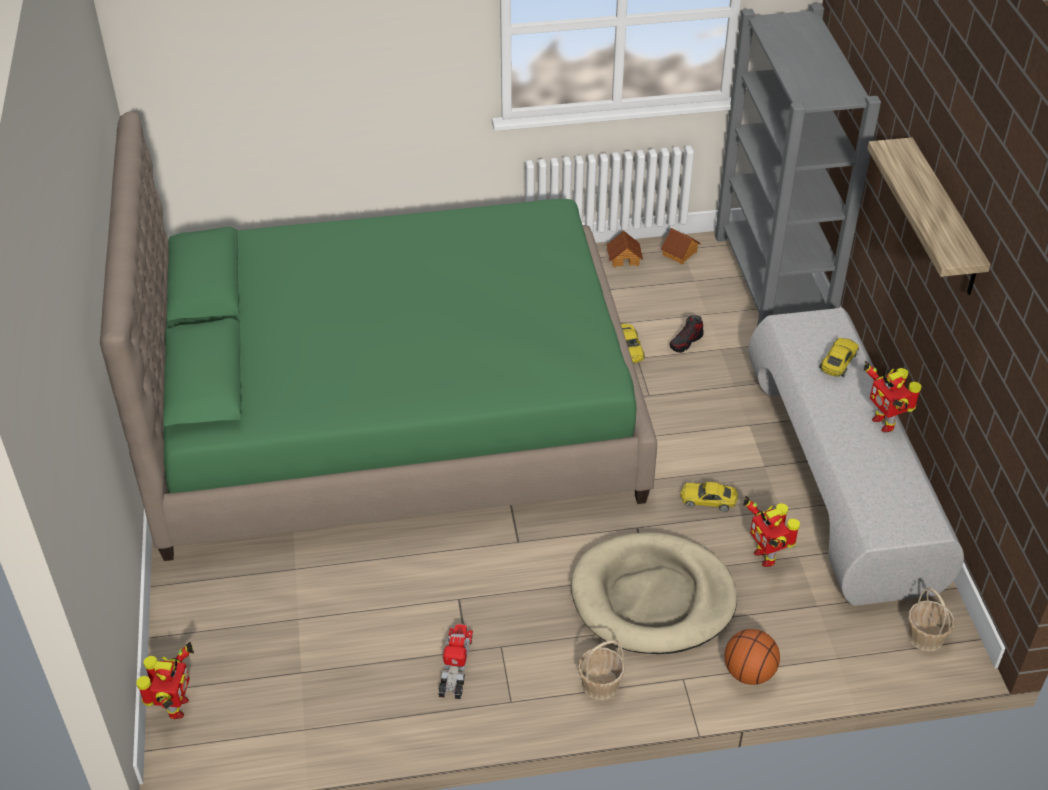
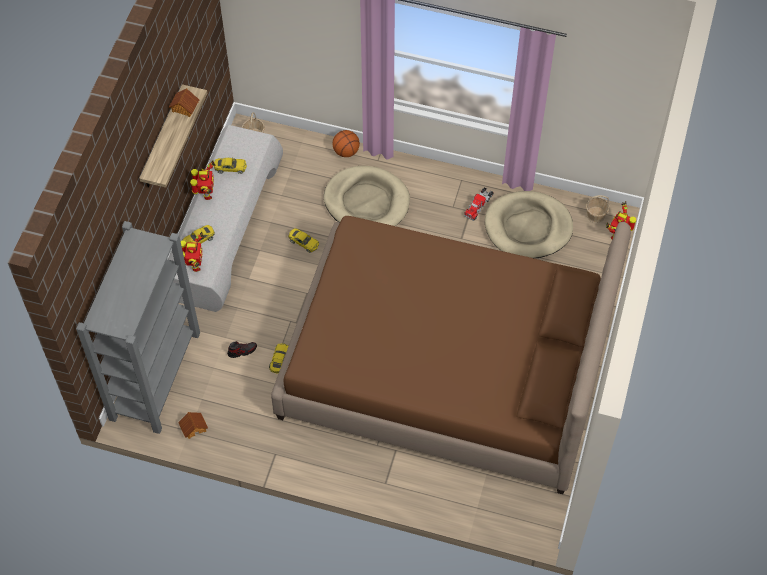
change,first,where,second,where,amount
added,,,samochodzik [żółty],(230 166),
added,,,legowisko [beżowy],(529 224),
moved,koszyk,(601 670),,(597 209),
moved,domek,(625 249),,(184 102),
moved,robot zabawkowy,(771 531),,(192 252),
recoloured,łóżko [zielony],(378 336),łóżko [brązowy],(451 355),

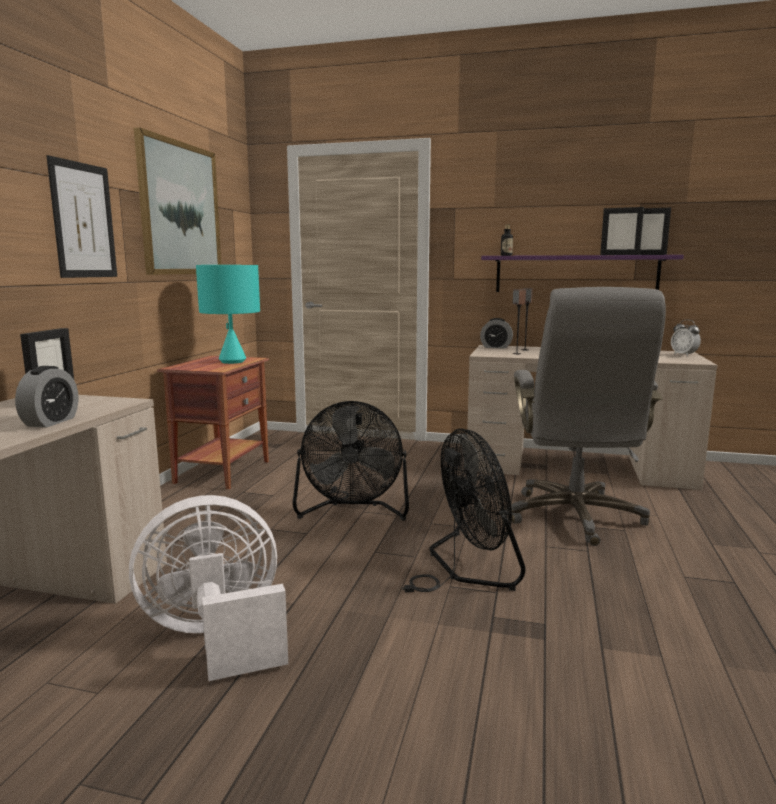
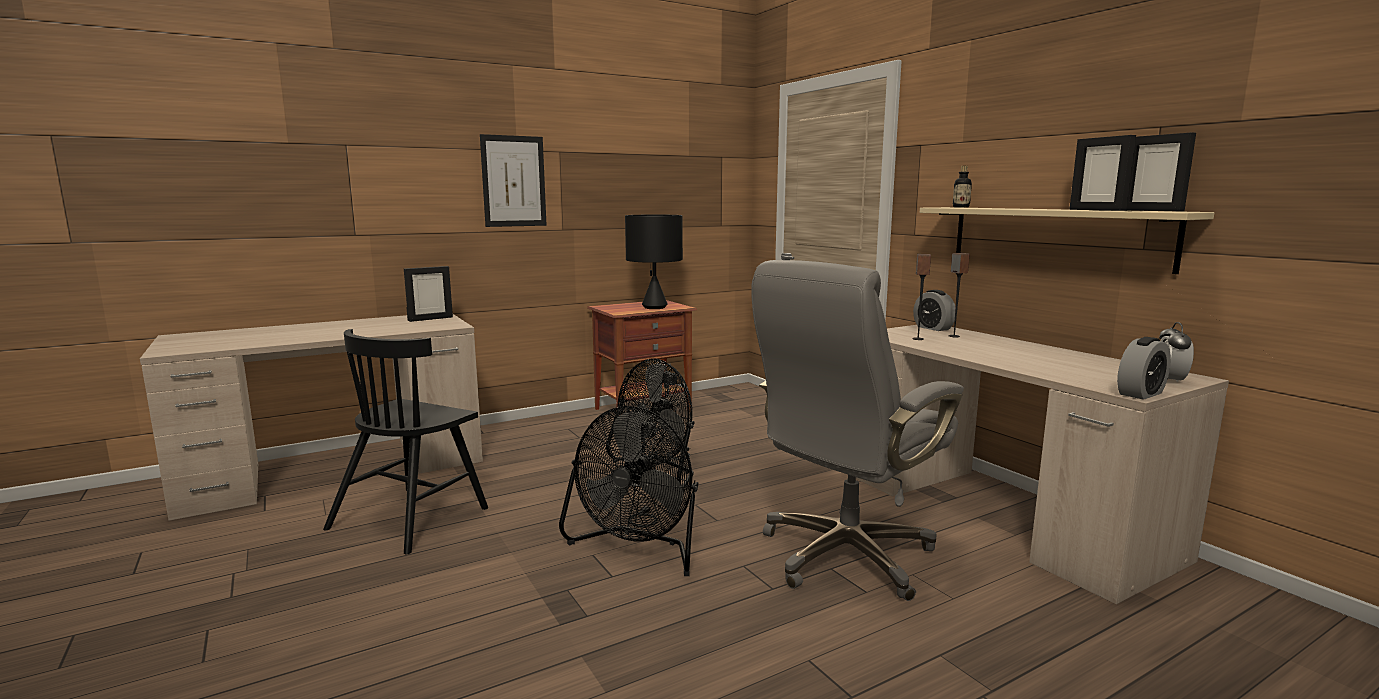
change,first,where,second,where,amount
removed,obraz,(177 201),,,
moved,budzik,(46 397),,(1144 368),
replaced,wentylator [biały],(208 588),krzesło [czarny],(405 441),
recoloured,lampa stołowa [turkusowy],(228 314),lampa stołowa [czarny],(654 262),
recoloured,półka [fioletowy],(582 273),półka [beżowy],(1067 240),
turned,wentylator [czarny],(463 510),,(628 491),90 degrees clockwise

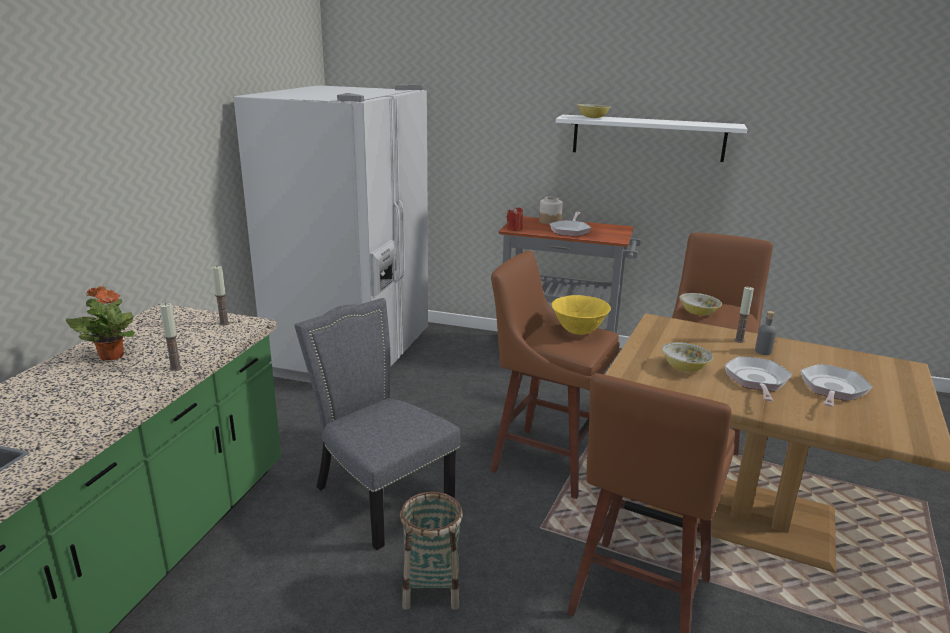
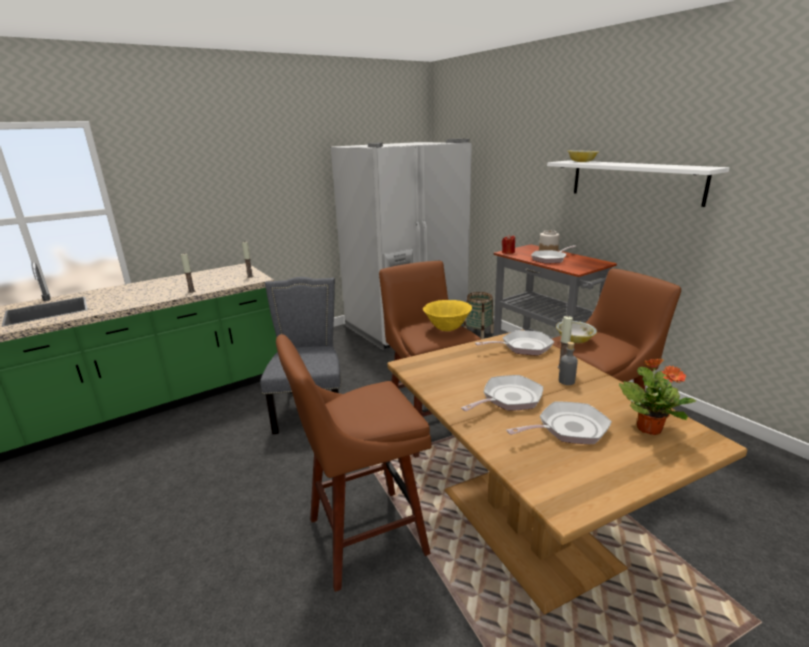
change,first,where,second,where,amount
removed,miska,(687 357),,,
added,,,patelnia,(514 342),
moved,roślina doniczkowa,(100 323),,(657 396),
moved,koszyk,(431 551),,(479 315),

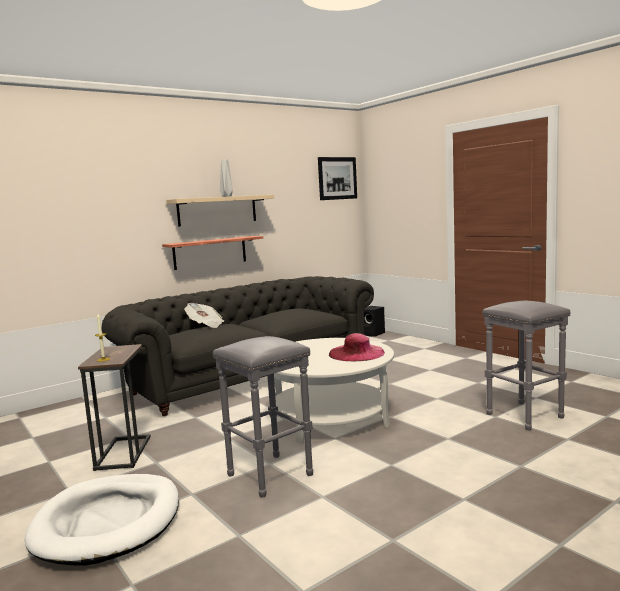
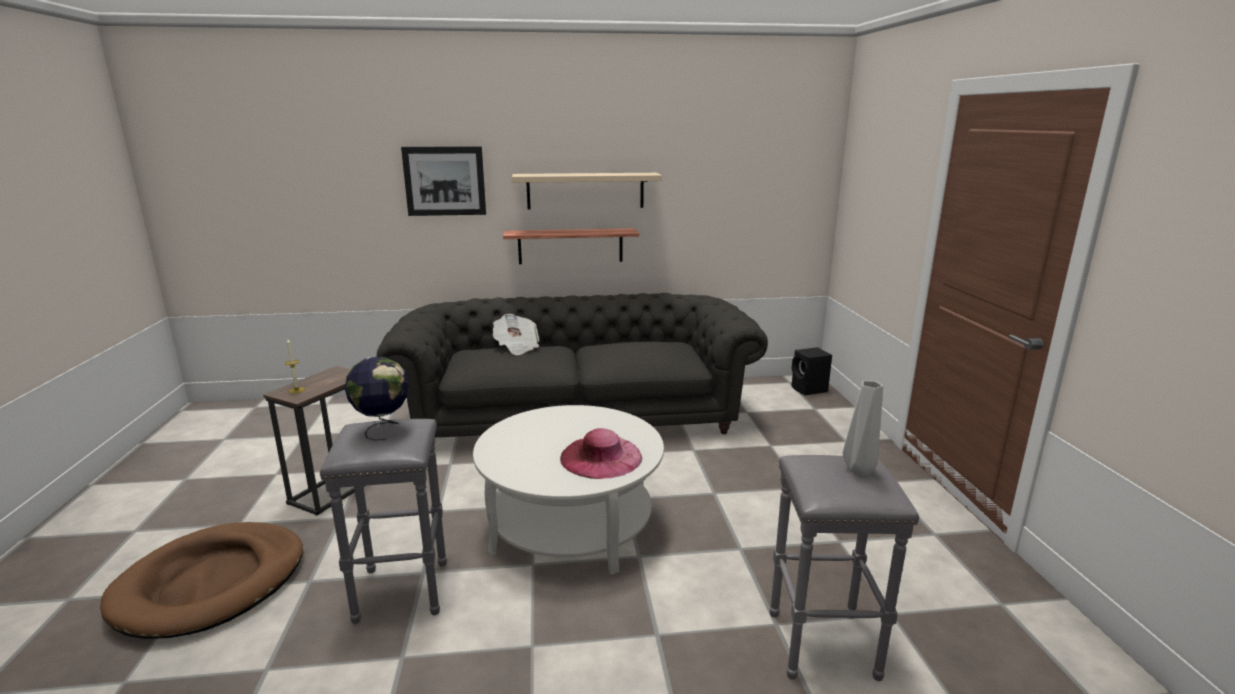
change,first,where,second,where,amount
added,,,globus,(377 399),
moved,wazon [szary],(226 178),,(863 428),
moved,obraz,(337 178),,(443 181),
recoloured,legowisko [biały],(102 520),legowisko [brązowy],(201 580),

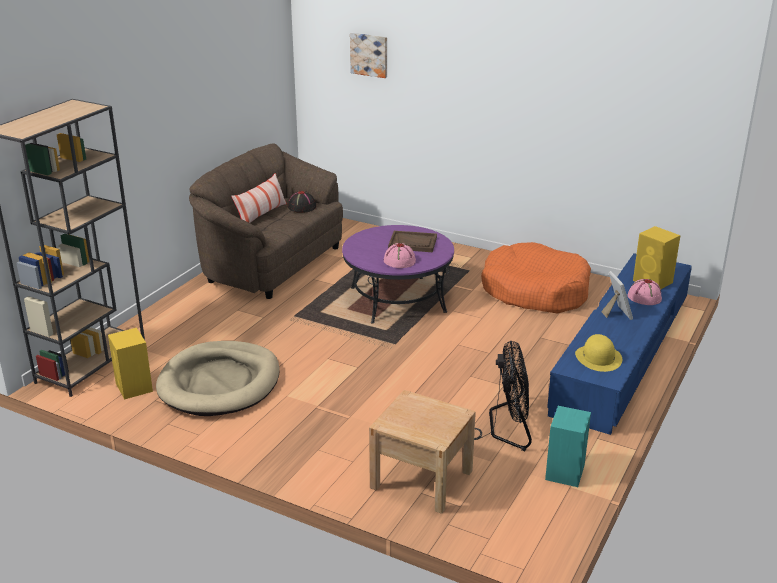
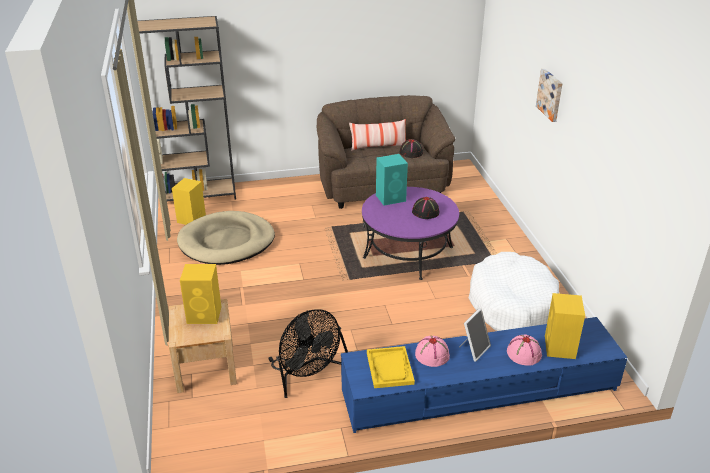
change,first,where,second,where,amount
added,,,głośnik [żółty],(200 294),
moved,obraz,(368 55),,(549 95),
moved,kapelusz [różowy],(400 255),,(432 351),
moved,głośnik [turkusowy],(568 446),,(392 180),
replaced,taca [brązowy],(412 241),kapelusz [czarny],(425 208),
replaced,kapelusz [żółty],(598 353),taca [żółty],(391 367),
recoloured,legowisko [pomarańczowy],(536 278),legowisko [biały],(514 291),

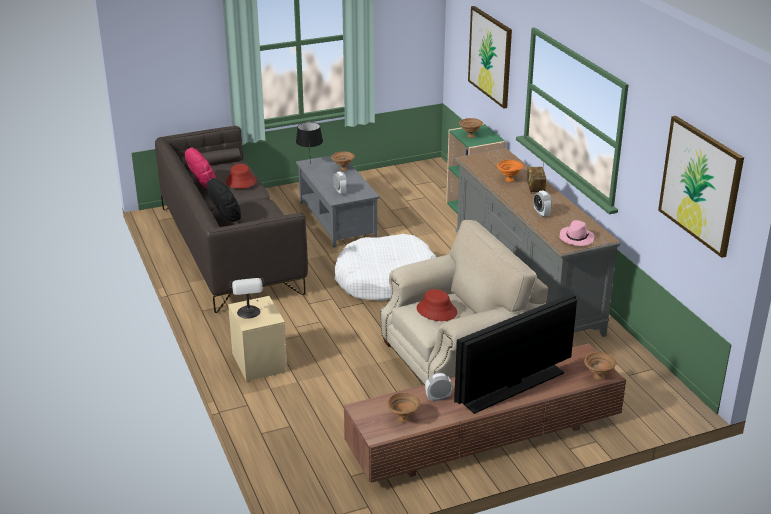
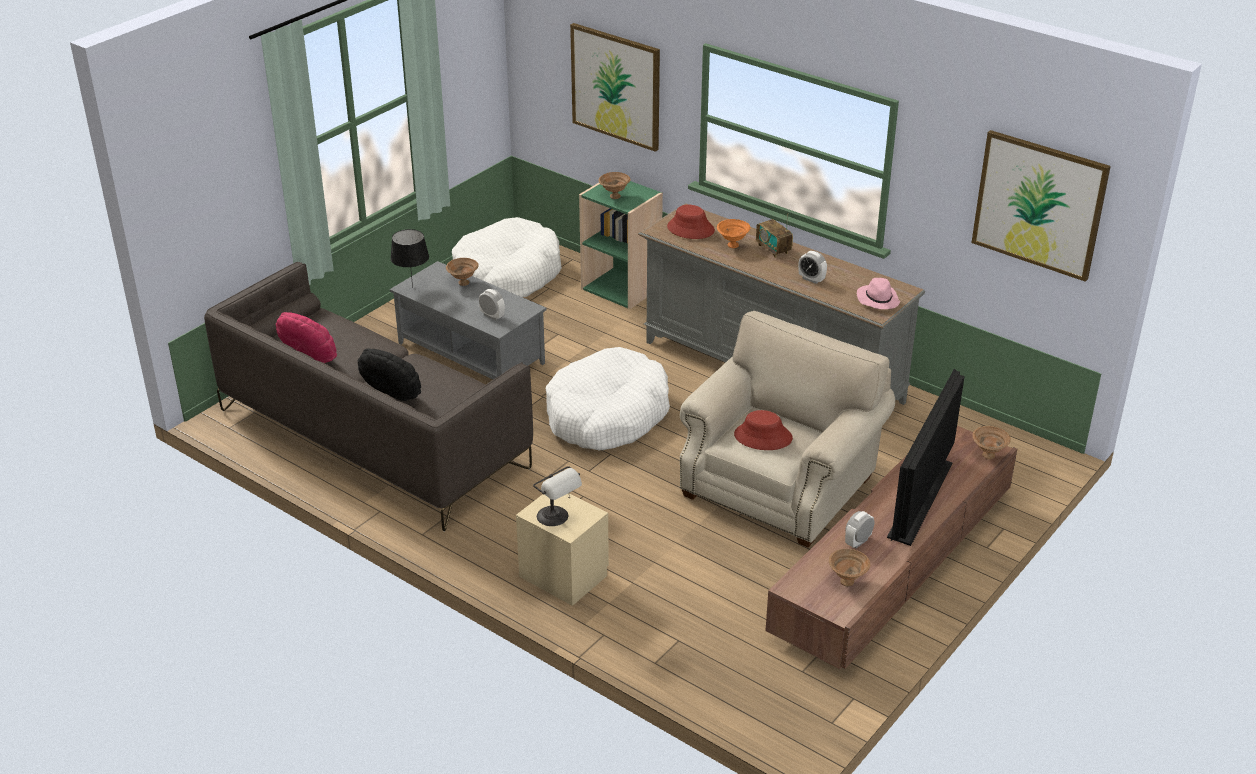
change,first,where,second,where,amount
added,,,legowisko [biały],(507 257),
moved,kapelusz [czerwony],(241 176),,(691 222),

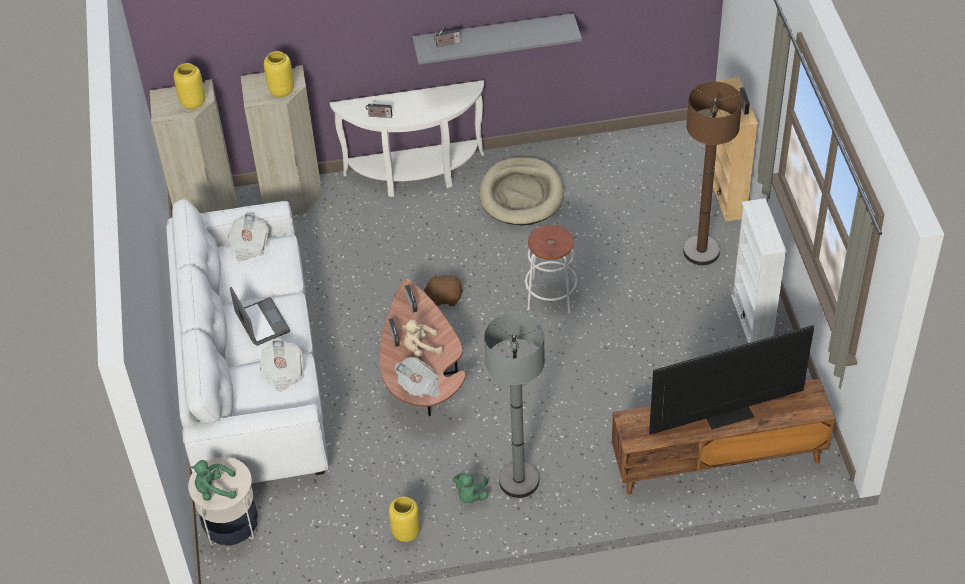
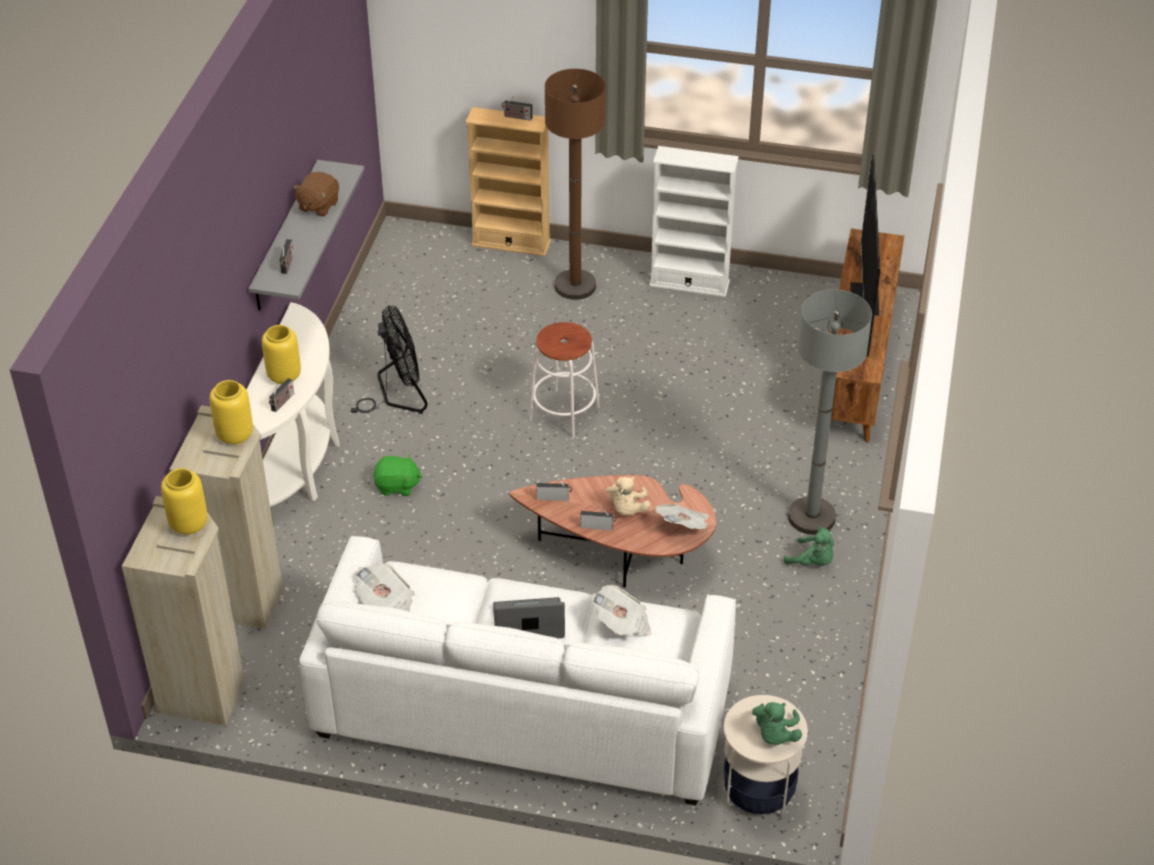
change,first,where,second,where,amount
added,,,pluszak [zielony],(398 475),
moved,wazon [żółty],(404 519),,(281 354),
moved,pluszak [brązowy],(443 289),,(316 194),
replaced,legowisko [beżowy],(522 191),wentylator [czarny],(389 359),

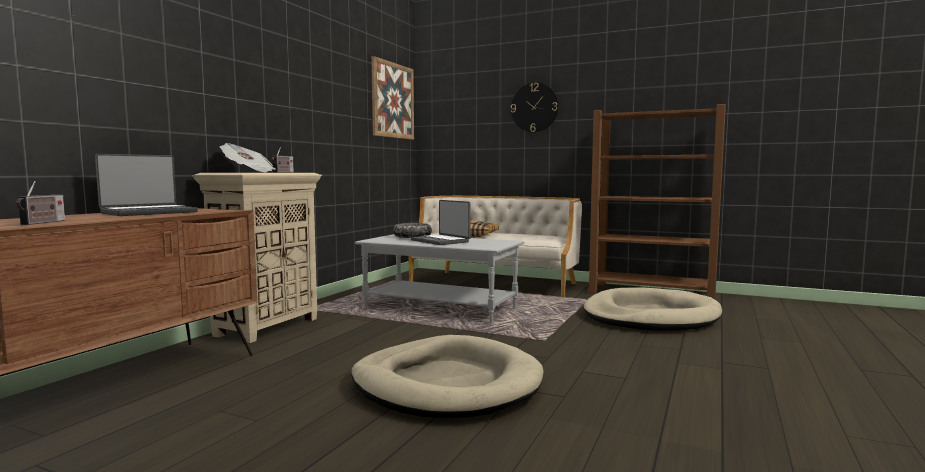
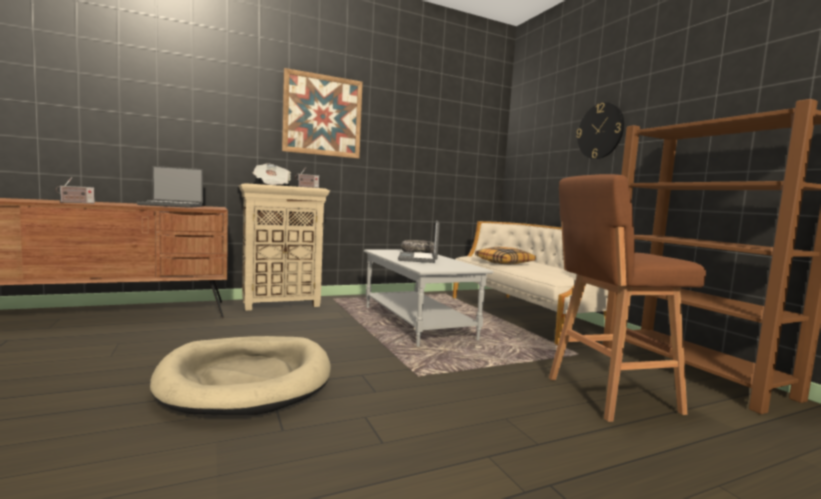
change,first,where,second,where,amount
moved,obraz,(392 98),,(322 113),
replaced,legowisko [beżowy],(653 309),stołek [brązowy],(627 298),

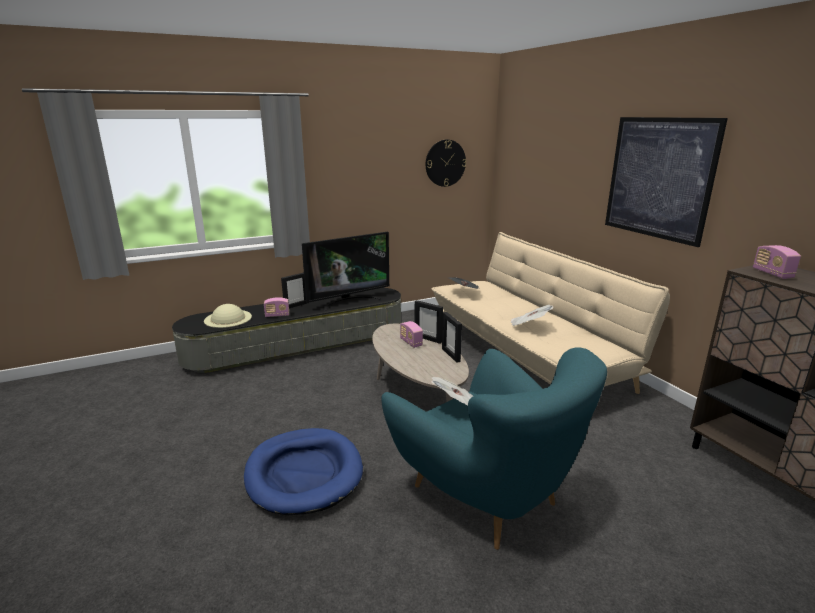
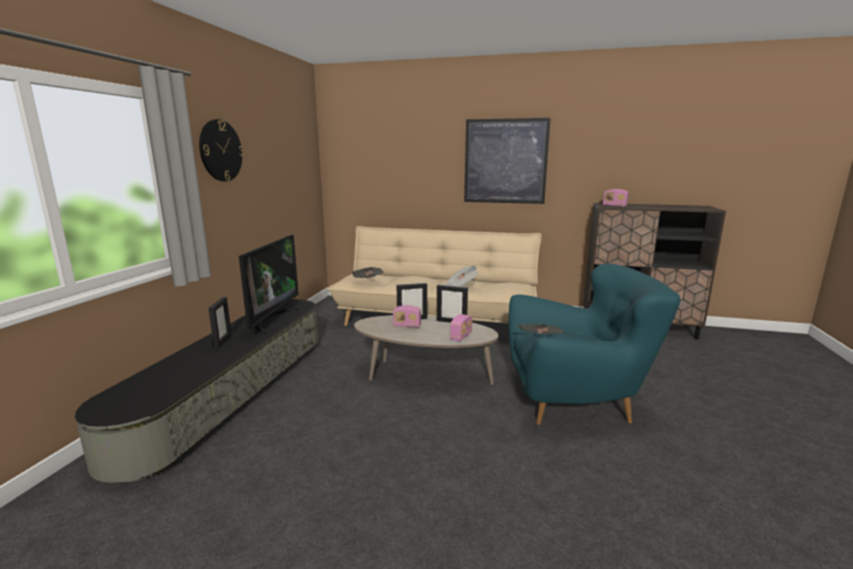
change,first,where,second,where,amount
removed,kapelusz [beżowy],(228 316),,,
removed,legowisko [niebieski],(303 471),,,
moved,radio,(276 307),,(461 327),
moved,zegar ścienny,(446 163),,(221 150),

